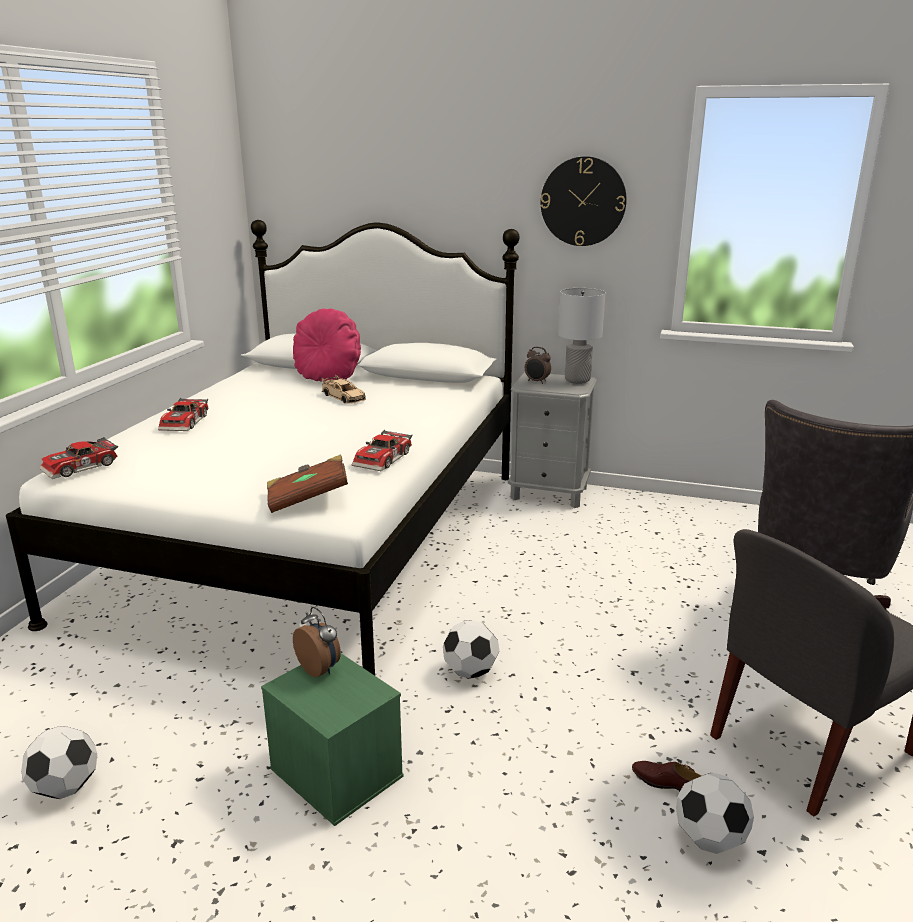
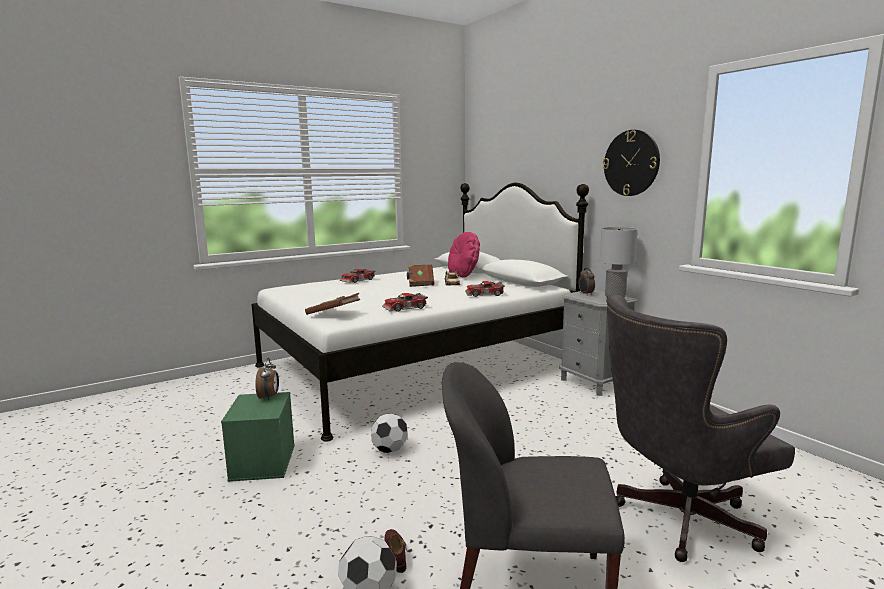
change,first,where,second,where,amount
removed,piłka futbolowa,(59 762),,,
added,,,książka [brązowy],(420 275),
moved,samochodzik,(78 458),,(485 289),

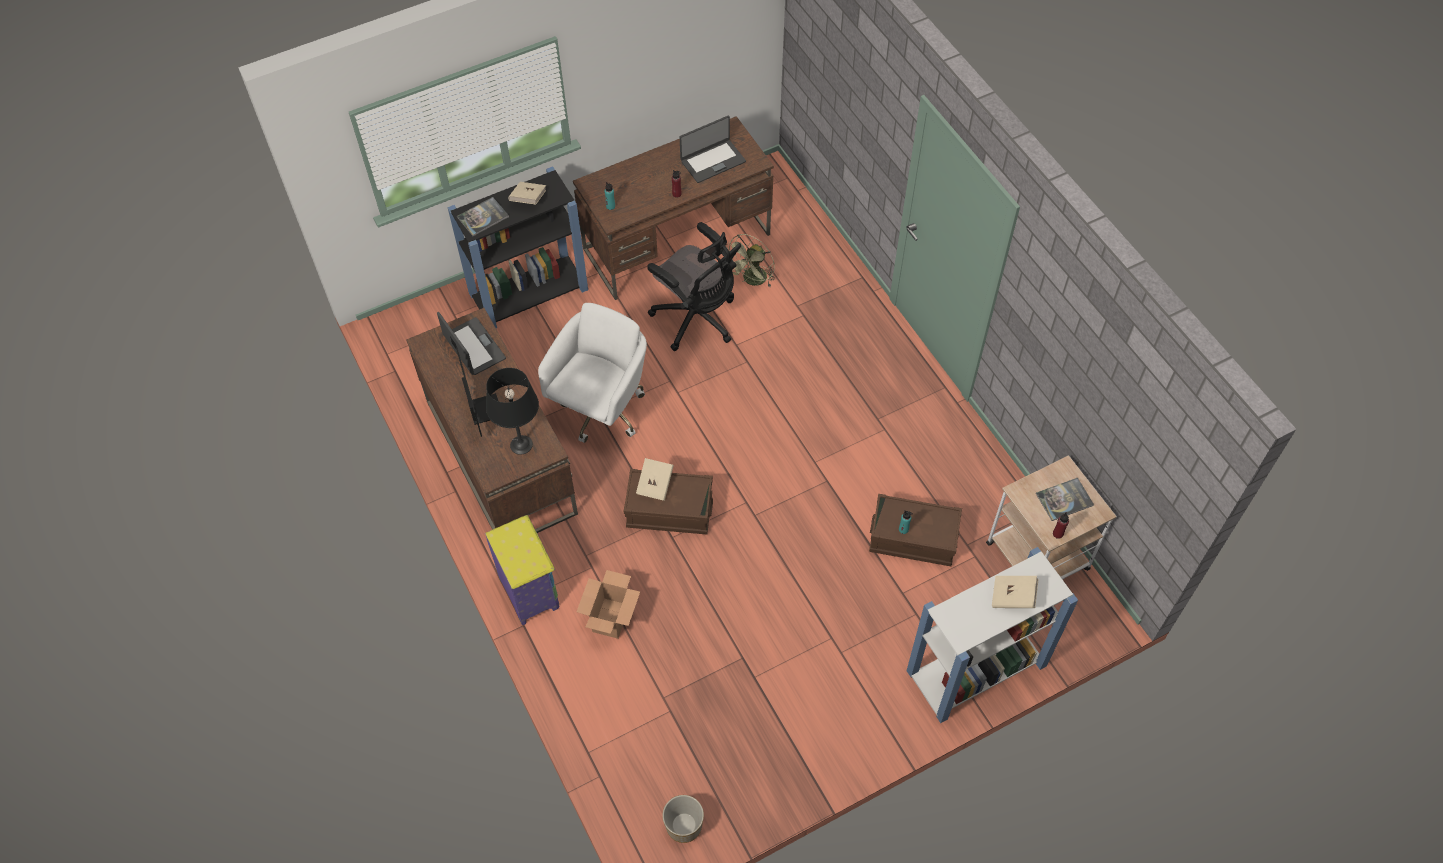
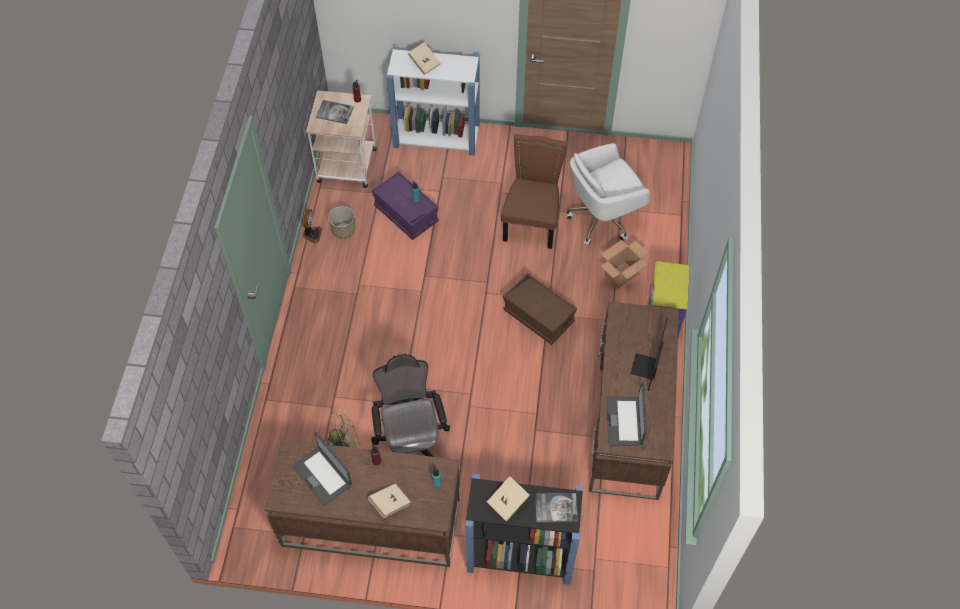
change,first,where,second,where,amount
removed,lampa stołowa [czarny],(512 411),,,
added,,,wentylator,(312 226),
added,,,krzesło [brązowy],(534 191),
moved,krzesło biurowe [biały],(592 373),,(608 194),
moved,książka [beżowy],(655 479),,(389 501),
moved,donica,(683 819),,(341 222),
recoloured,pojemnik do przechowywania [brązowy],(915 530),pojemnik do przechowywania [fioletowy],(405 205),
turned,laptop,(713 149),,(322 469),135 degrees counterclockwise

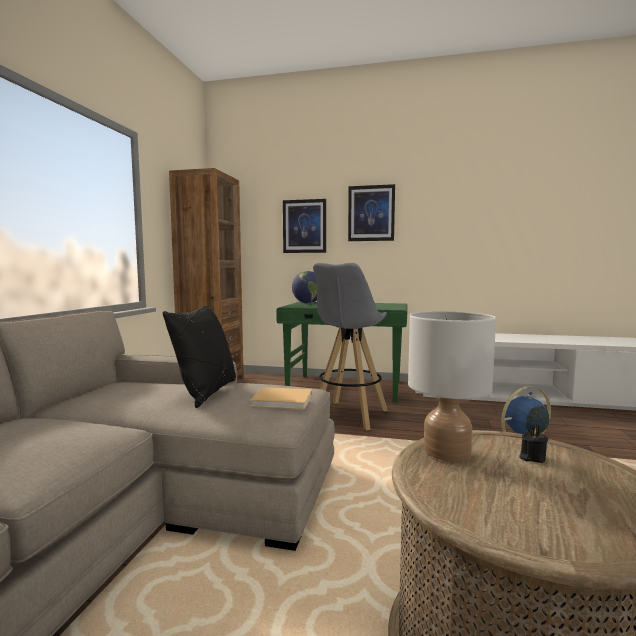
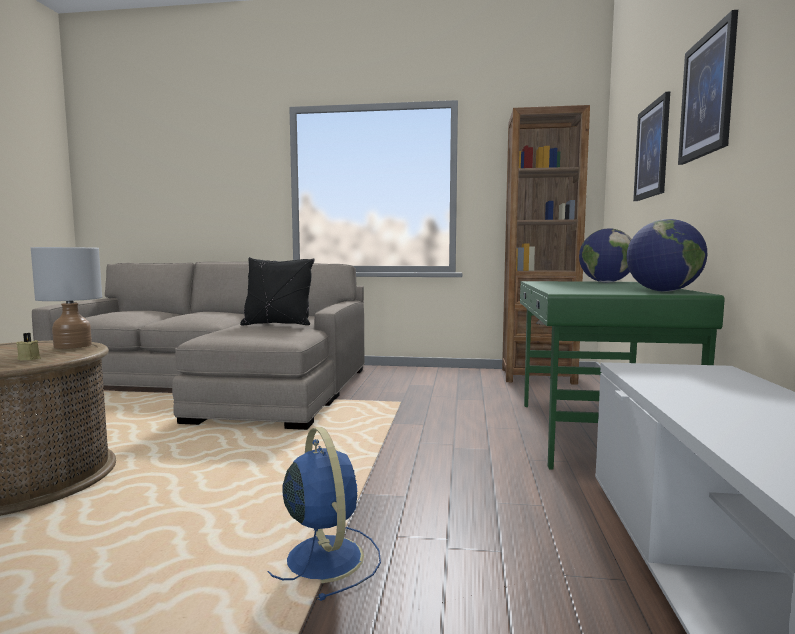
change,first,where,second,where,amount
removed,książka [beżowy],(281 398),,,
removed,stołek [szary],(350 346),,,
added,,,globus,(666 255),
recoloured,świeca [czarny],(533 443),świeca [beżowy],(28 346),

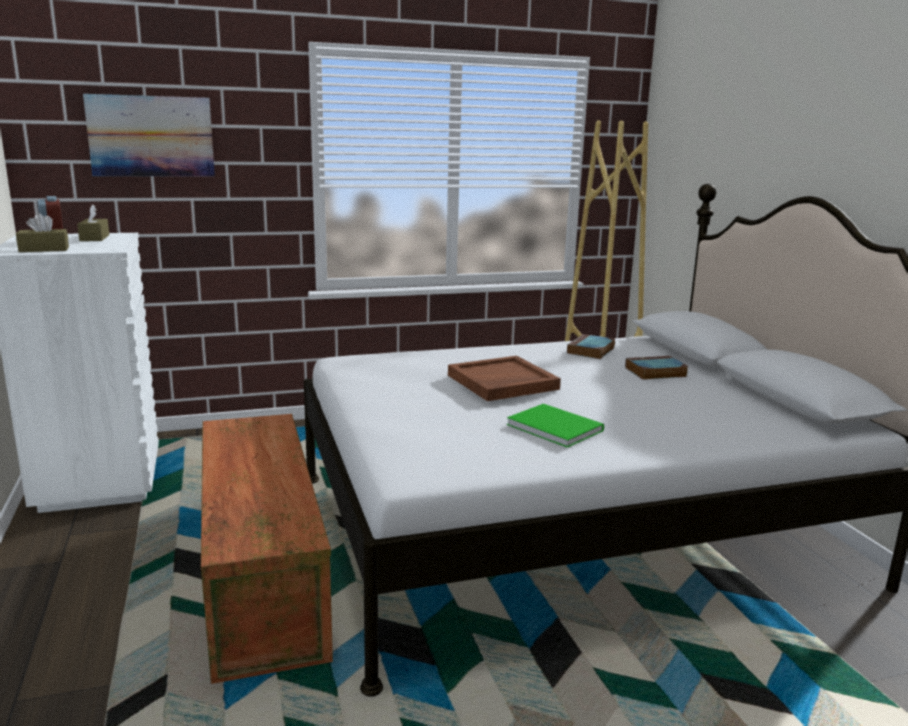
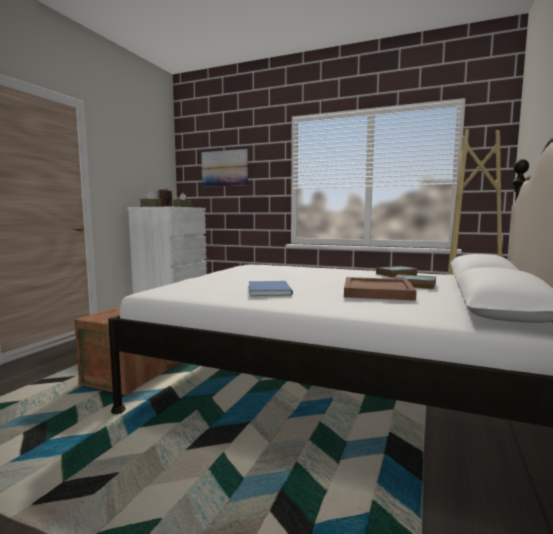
change,first,where,second,where,amount
moved,taca [brązowy],(504 378),,(380 289),
recoloured,książka [zielony],(555 426),książka [niebieski],(271 288),

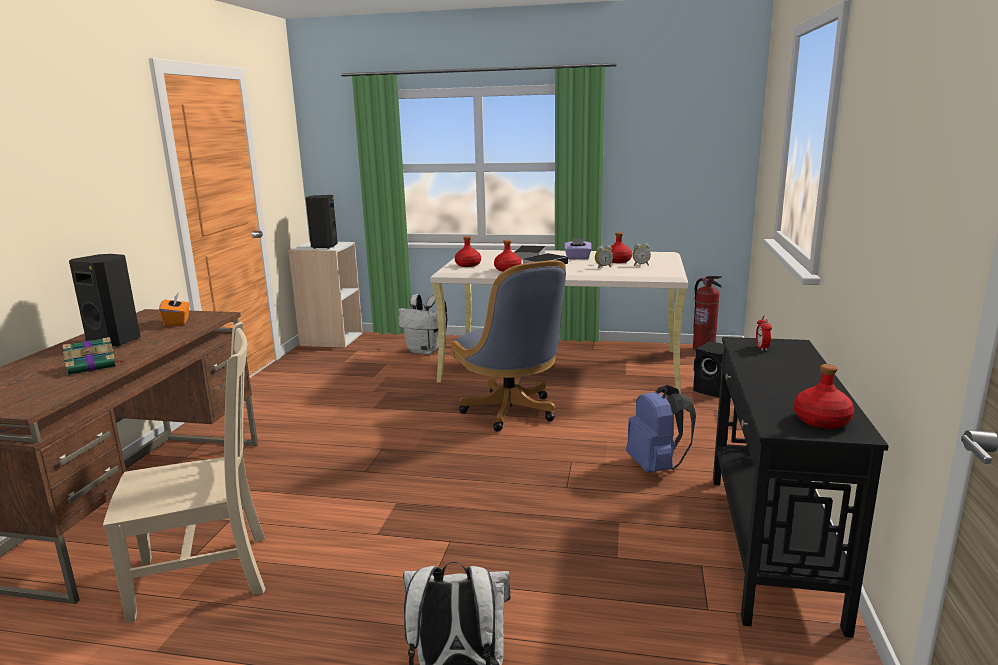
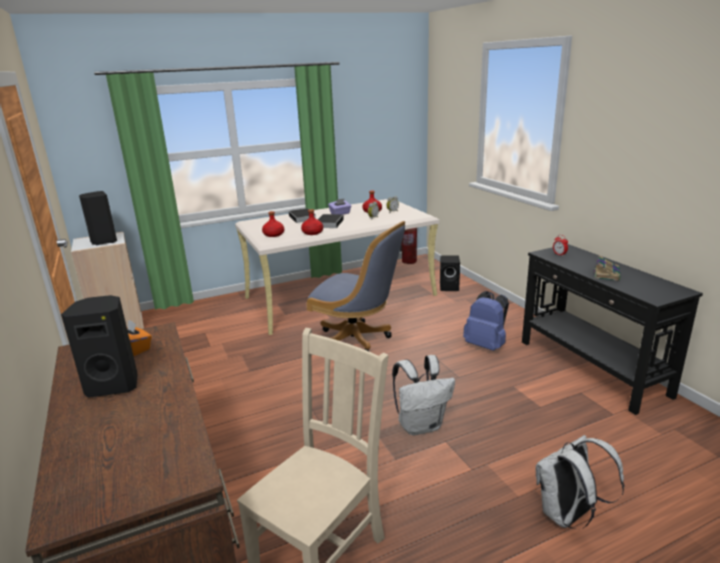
change,first,where,second,where,amount
removed,butelka [czerwony],(824 396),,,
moved,książka,(93 356),,(607 268),
moved,plecak [biały],(422 324),,(423 395),

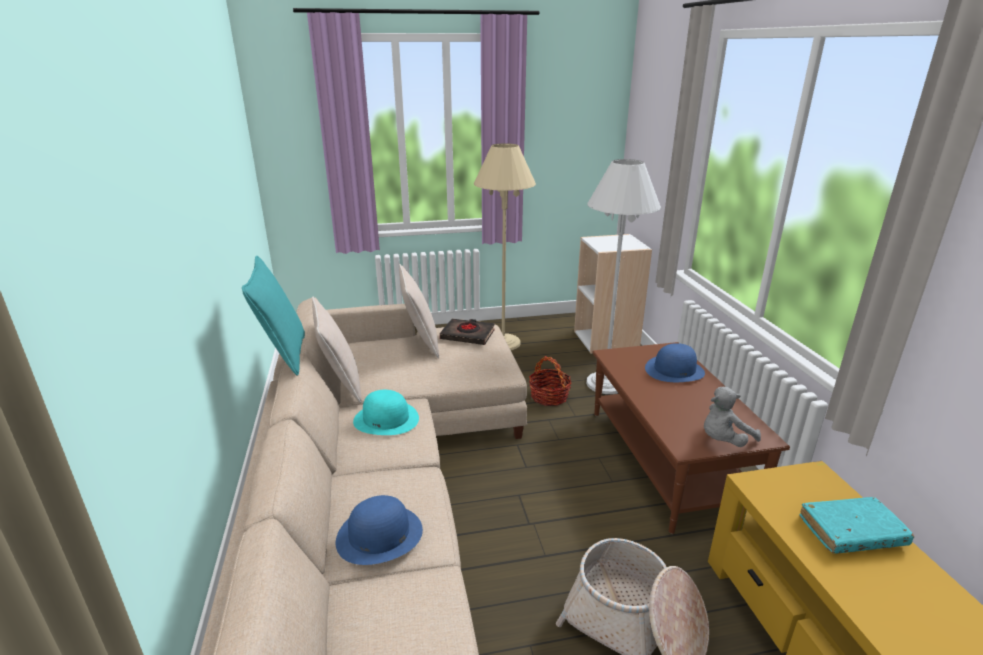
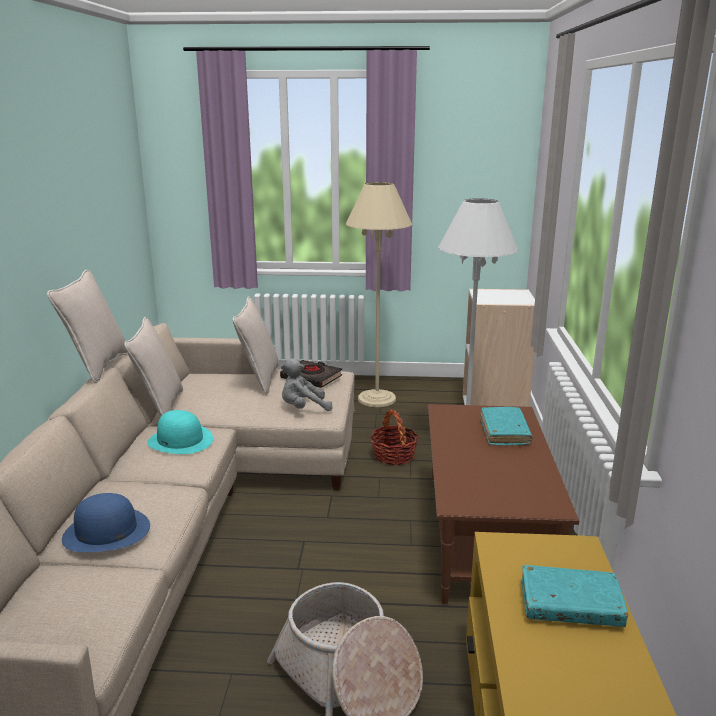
change,first,where,second,where,amount
moved,pluszak [szary],(732 417),,(306 384),
replaced,kapelusz [niebieski],(675 362),książka [turkusowy],(506 426),
recoloured,poduszka [turkusowy],(273 316),poduszka [beżowy],(87 326),

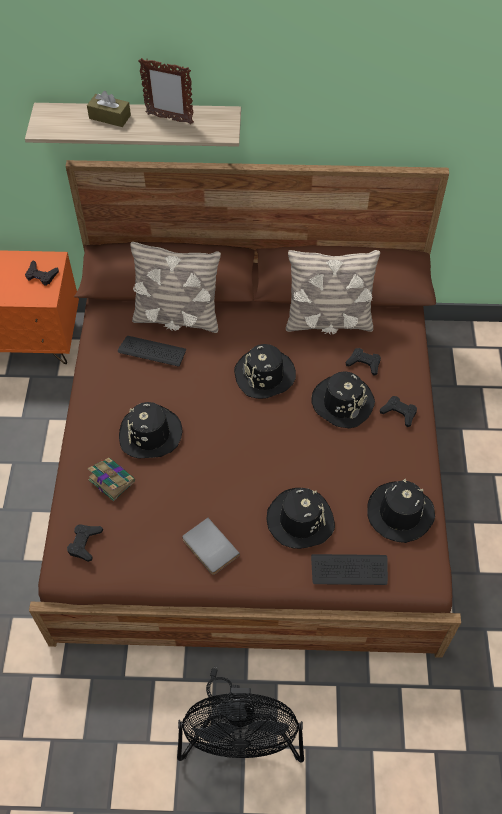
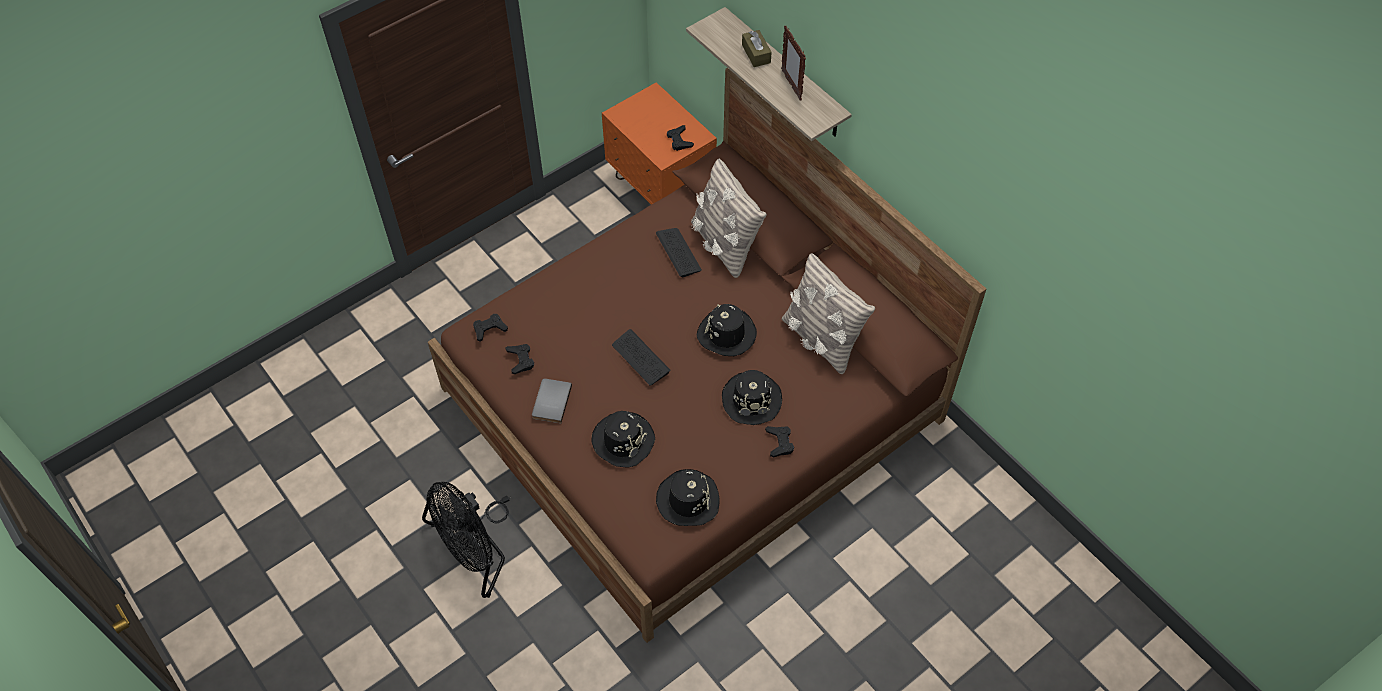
change,first,where,second,where,amount
removed,książka,(111 480),,,
removed,kapelusz [czarny],(151 430),,,
moved,klawiatura,(349 569),,(641 357),
moved,pad do gier [czarny],(363 362),,(519 359),

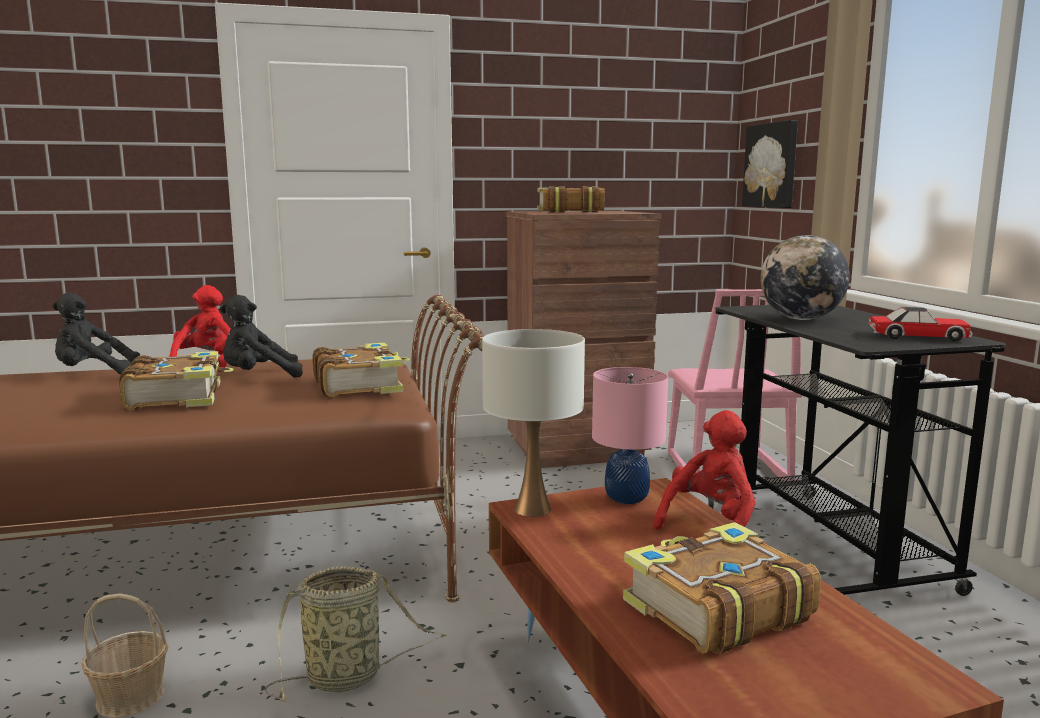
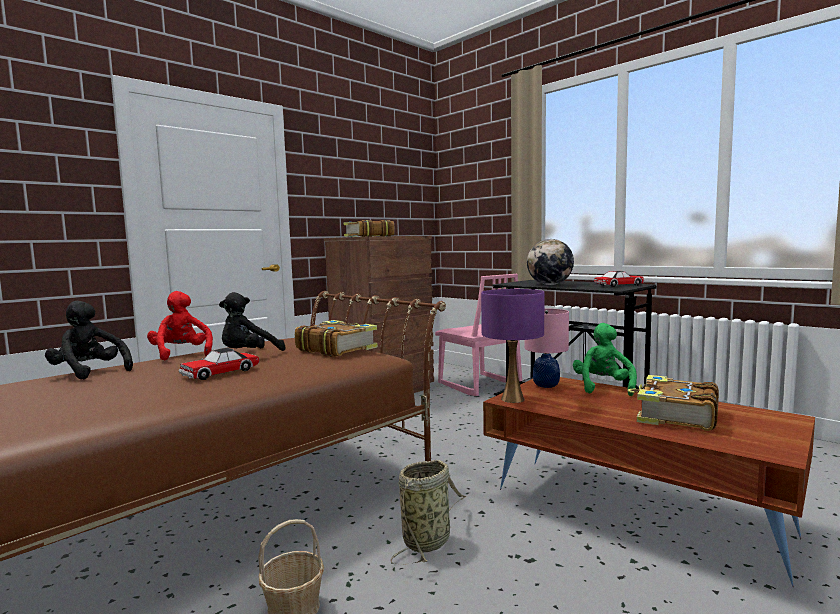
change,first,where,second,where,amount
removed,obraz,(770 164),,,
replaced,książka,(176 380),samochodzik,(219 364),
recoloured,lampa stołowa [biały],(533 423),lampa stołowa [fioletowy],(512 346),
recoloured,pluszak [czerwony],(704 470),pluszak [zielony],(605 359),
turned,pluszak [czarny],(96 333),,(89 340),75 degrees clockwise

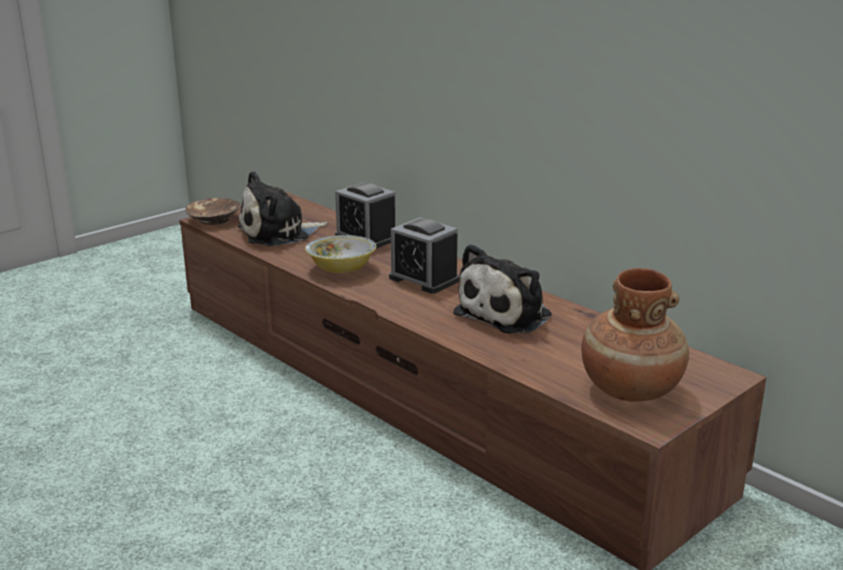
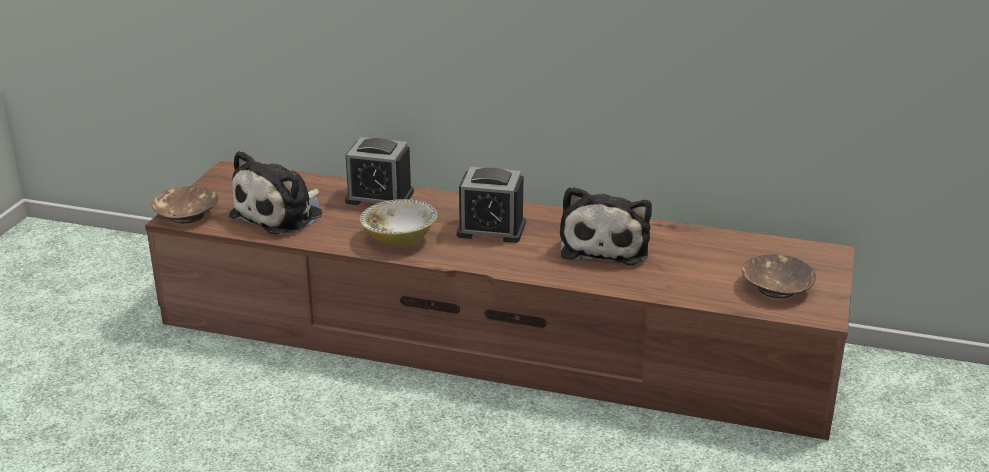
change,first,where,second,where,amount
replaced,wazon [brązowy],(635 335),miska [brązowy],(779 276),

